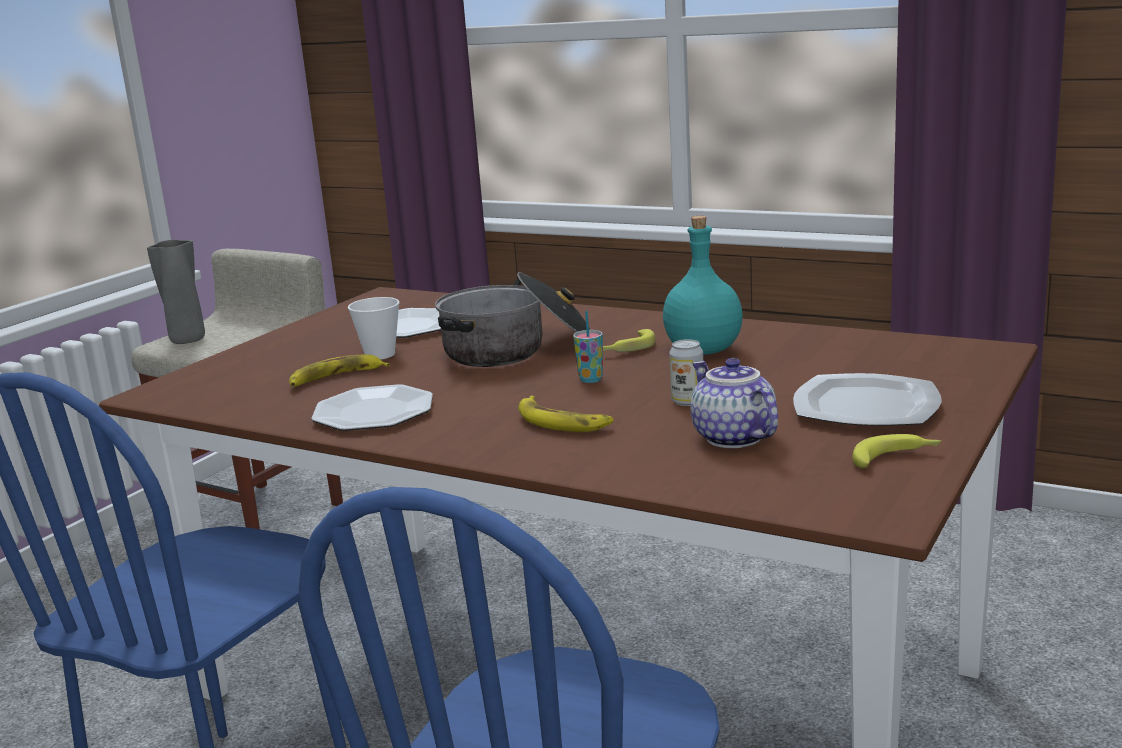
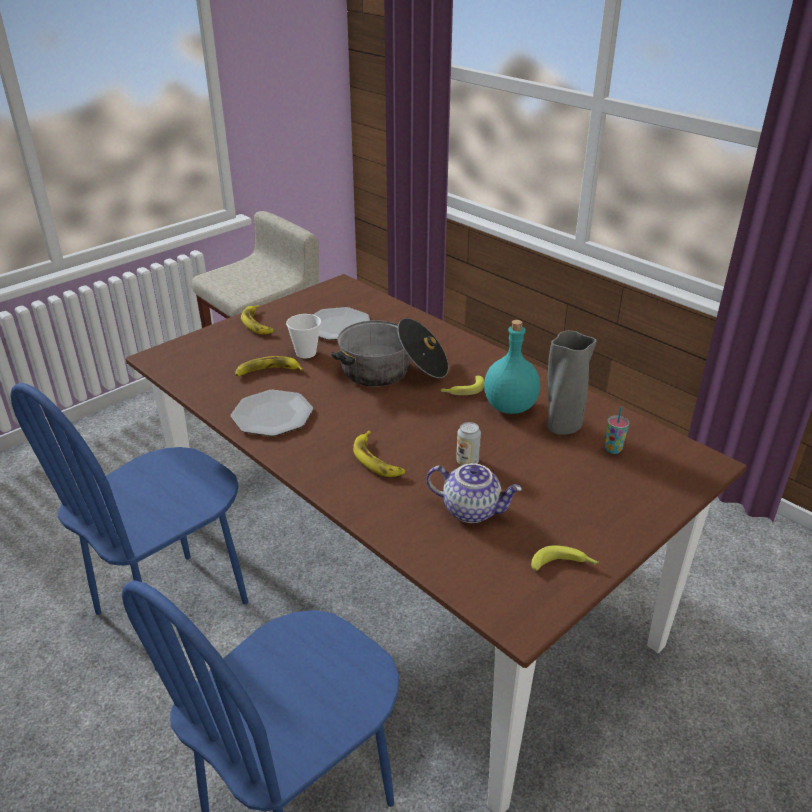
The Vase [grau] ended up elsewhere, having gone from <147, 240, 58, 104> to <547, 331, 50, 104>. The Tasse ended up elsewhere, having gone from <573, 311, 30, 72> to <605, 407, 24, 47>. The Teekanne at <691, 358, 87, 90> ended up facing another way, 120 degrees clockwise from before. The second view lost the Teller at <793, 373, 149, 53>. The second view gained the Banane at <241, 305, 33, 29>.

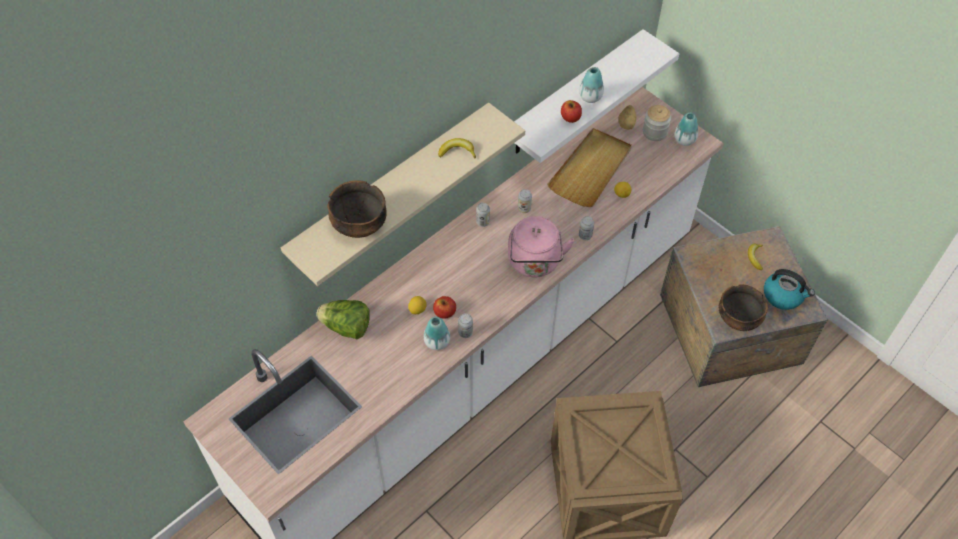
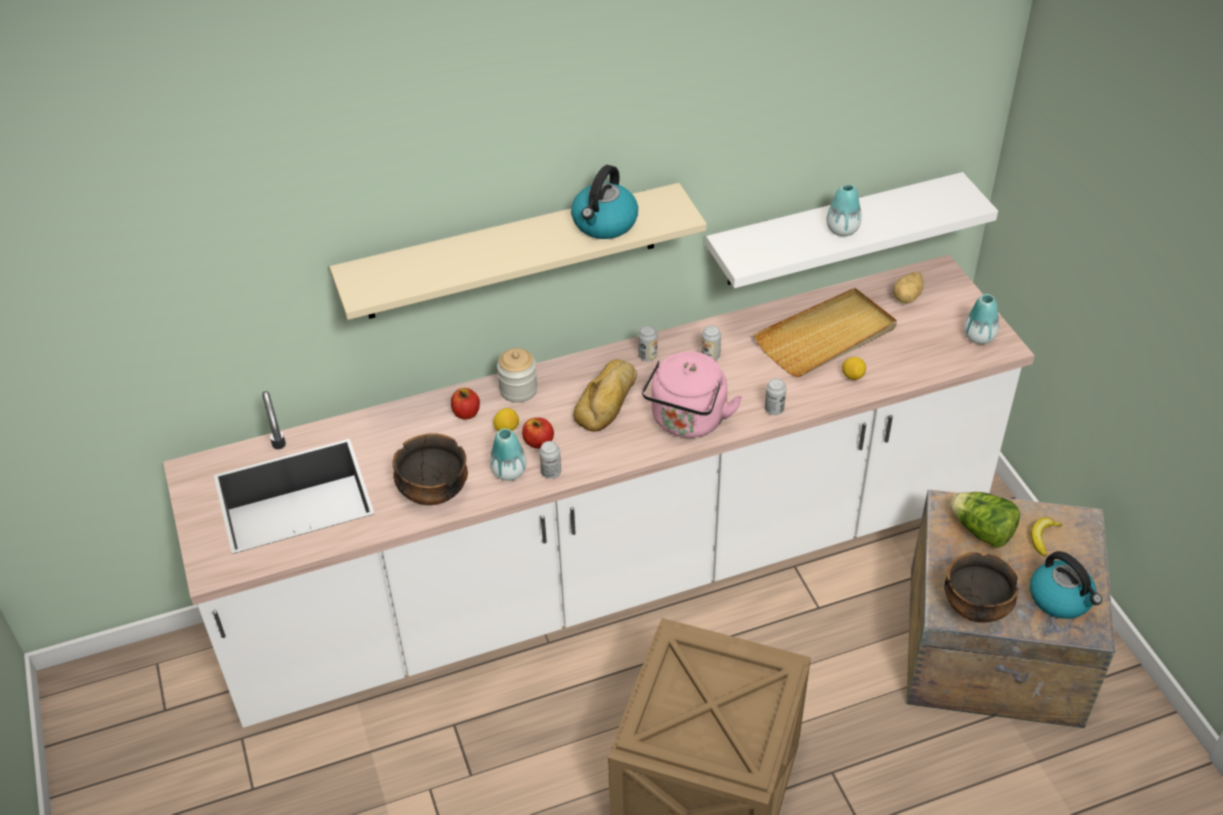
The Salatkopf ended up elsewhere, having gone from <316, 300, 54, 39> to <950, 492, 70, 56>. The Schüssel ended up elsewhere, having gone from <327, 180, 60, 58> to <393, 433, 75, 72>. Where the Banane stood at <438, 138, 38, 20>, the Wasserkessel came to stand at <571, 165, 67, 74>. The Apfel ended up elsewhere, having gone from <561, 100, 21, 23> to <451, 388, 29, 32>. The Vorratsglas ended up elsewhere, having gone from <643, 105, 28, 36> to <497, 348, 41, 55>. The second view gained the Brot at <573, 359, 64, 73>.

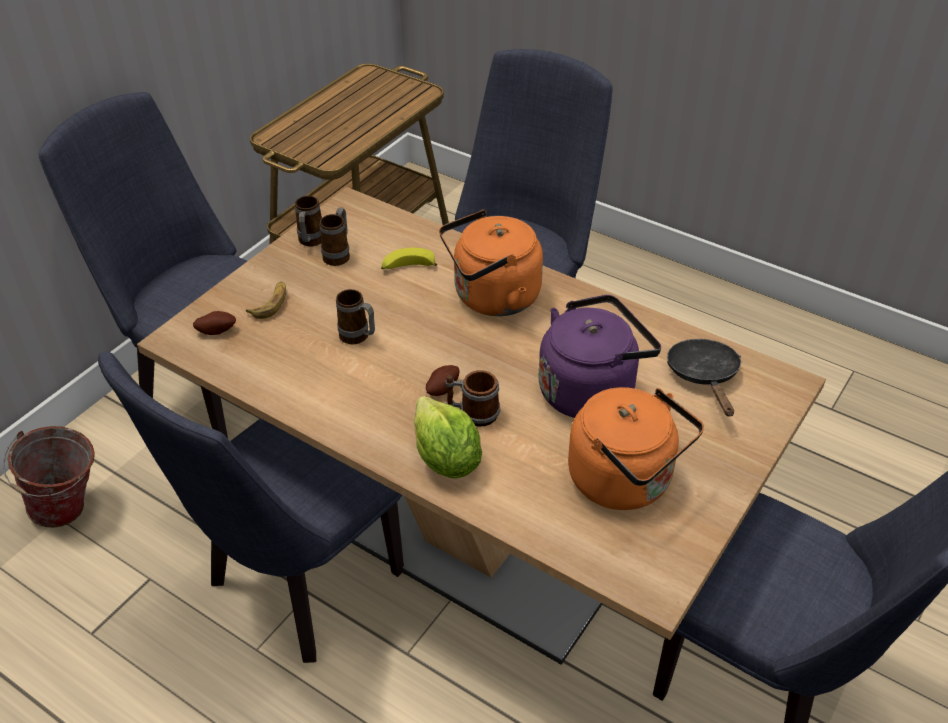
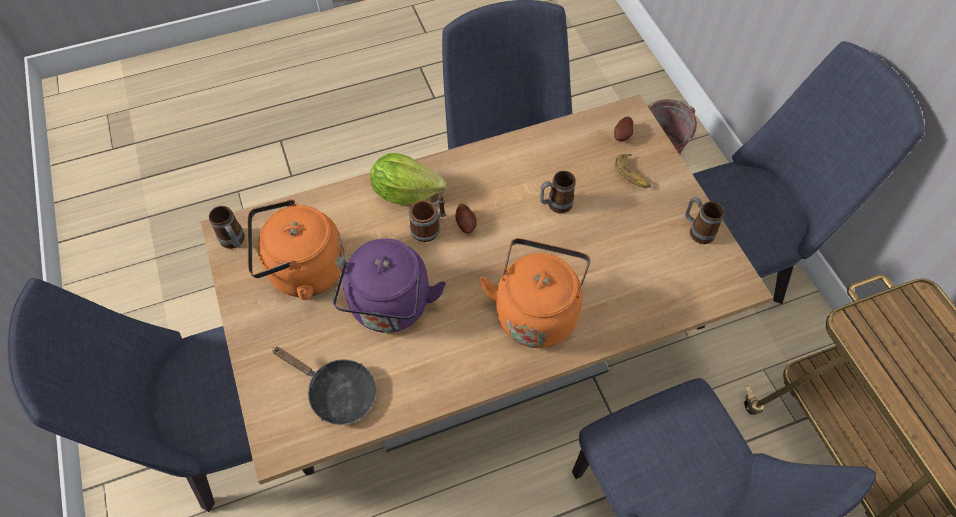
The Henkelbecher ended up elsewhere, having gone from <320, 207, 30, 59> to <209, 206, 36, 43>. The second view lost the Banane at <381, 248, 56, 21>.

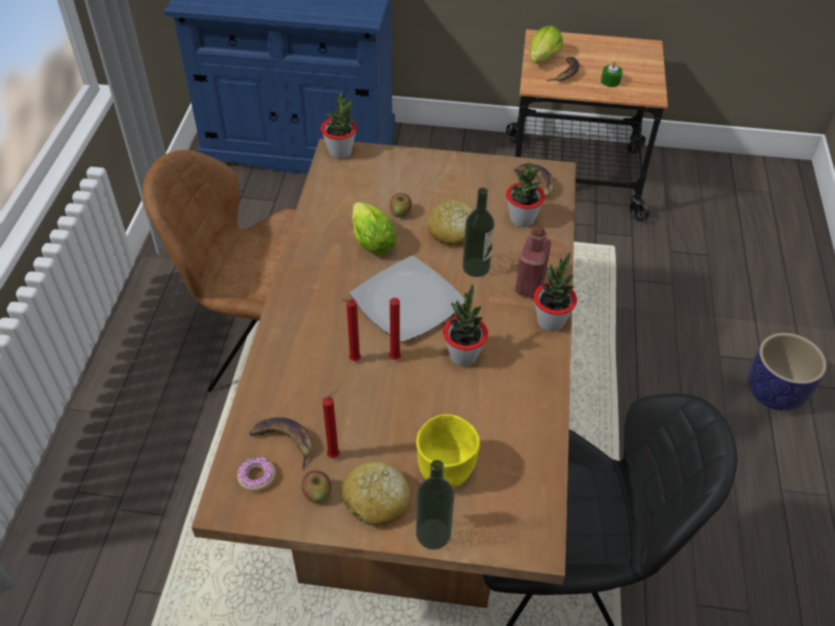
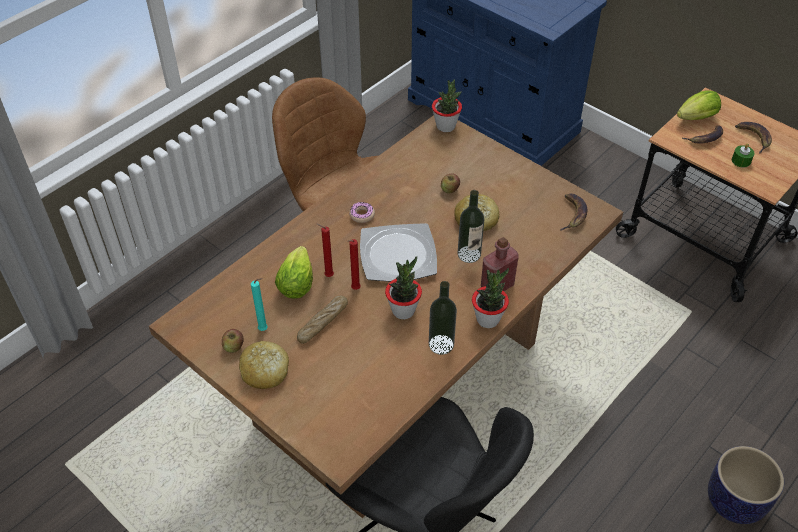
The Donut ended up elsewhere, having gone from <237, 457, 39, 35> to <349, 202, 26, 21>. The Banane ended up elsewhere, having gone from <250, 417, 63, 53> to <735, 122, 37, 32>. What was the Kerze [rot] at <322, 389, 18, 69> turned into the Kerze [türkis] at <251, 278, 17, 53>. The Salatkopf ended up elsewhere, having gone from <352, 202, 44, 53> to <275, 246, 38, 52>. The second view lost the Schüssel [gelb] at <416, 414, 64, 74>. The Flasche ended up elsewhere, having gone from <416, 460, 38, 90> to <429, 281, 28, 74>. The second view lost the Topfpflanze at <506, 163, 39, 64>. The second view gained the Brot at <297, 296, 51, 48>.

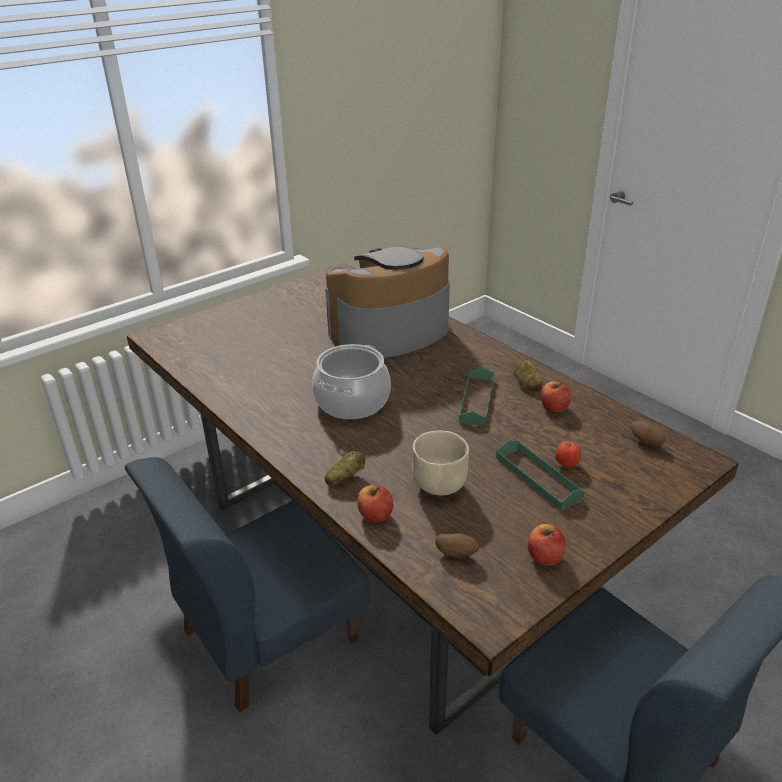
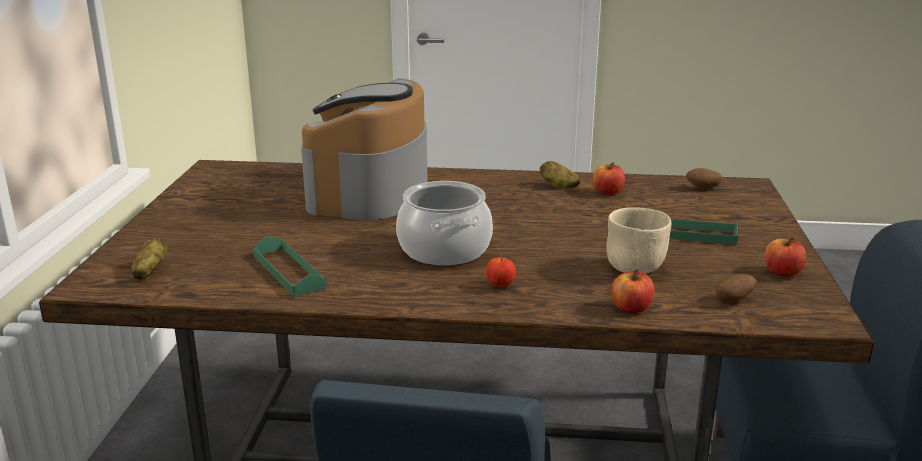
The Kartoffel ended up elsewhere, having gone from <325, 451, 40, 34> to <132, 238, 35, 42>. The Tablett [grün] ended up elsewhere, having gone from <459, 367, 35, 59> to <253, 236, 74, 61>. The Apfel ended up elsewhere, having gone from <555, 441, 26, 26> to <486, 257, 30, 31>.

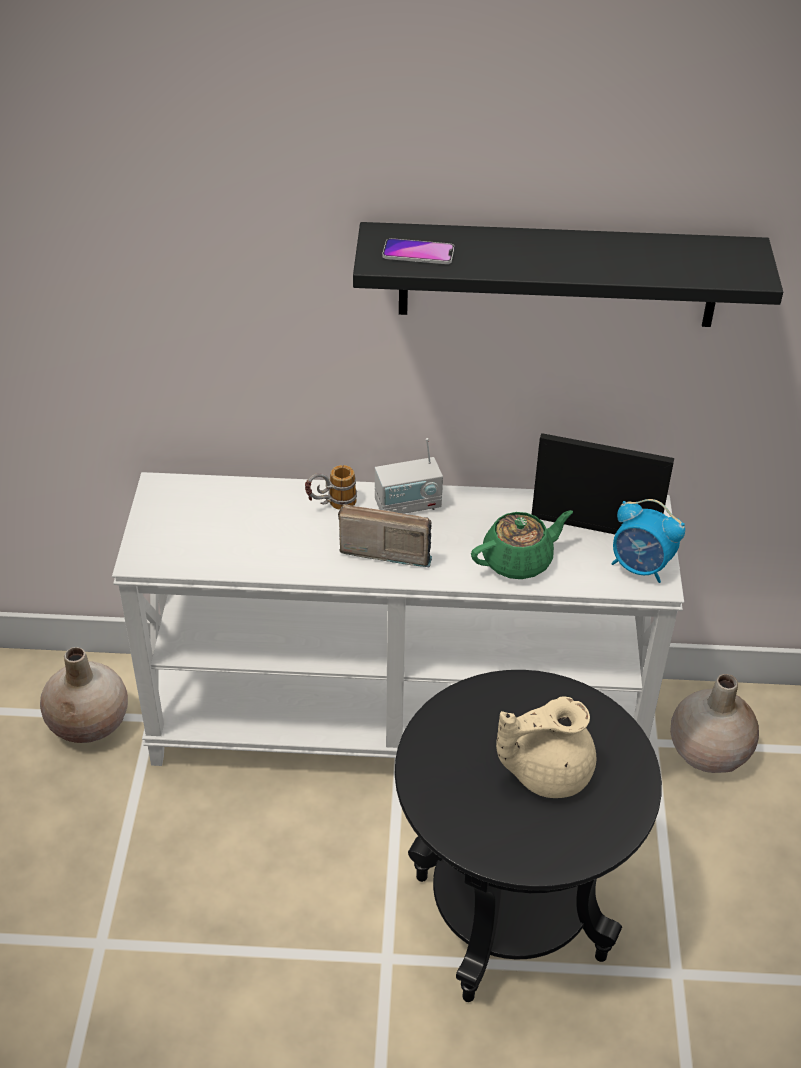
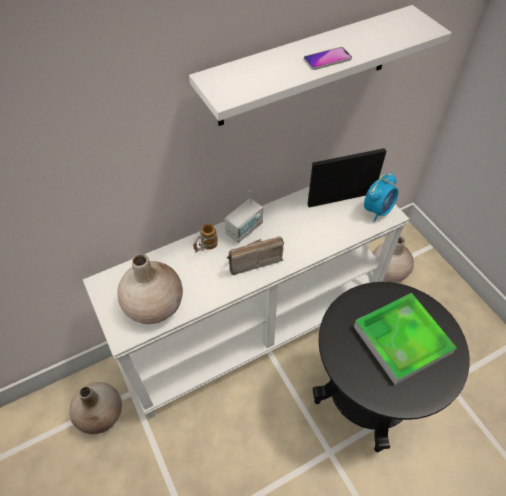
What was the Wandregal [schwarz] at <353, 222, 430, 105> turned into the Wandregal [weiß] at <189, 5, 262, 121>. The Handy ended up elsewhere, having gone from <382, 238, 72, 26> to <303, 47, 49, 23>. The second view lost the Teekanne [grün] at <471, 510, 102, 69>. Where the Teekanne [beige] stood at <496, 697, 100, 101>, the Tablett came to stand at <354, 293, 103, 92>. The Wecker at <611, 499, 74, 84> ended up facing another way, 45 degrees counterclockwise from before. The second view gained the Vase [beige] at <117, 254, 66, 70>.

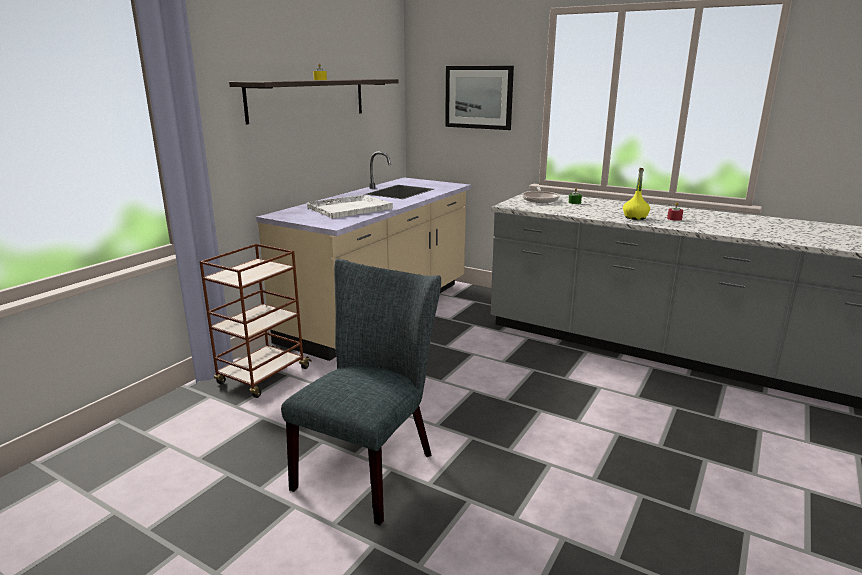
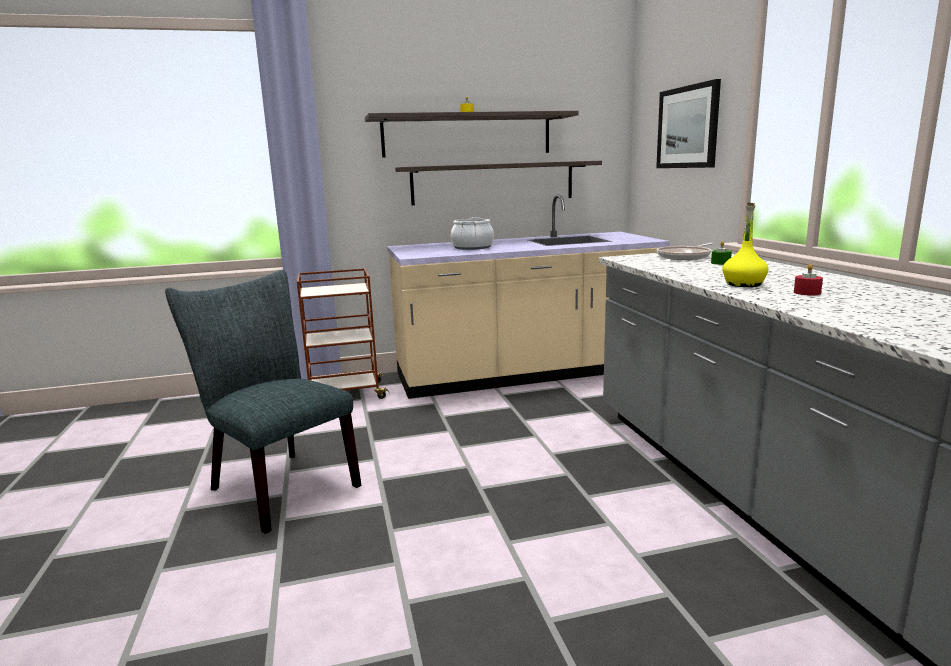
The Stuhl [grau] at <281, 259, 160, 266> ended up facing another way, 120 degrees counterclockwise from before. Where the Tablett [weiß] stood at <307, 195, 86, 23>, the Kochtopf came to stand at <451, 217, 43, 33>. The second view gained the Wandregal at <395, 161, 207, 44>.

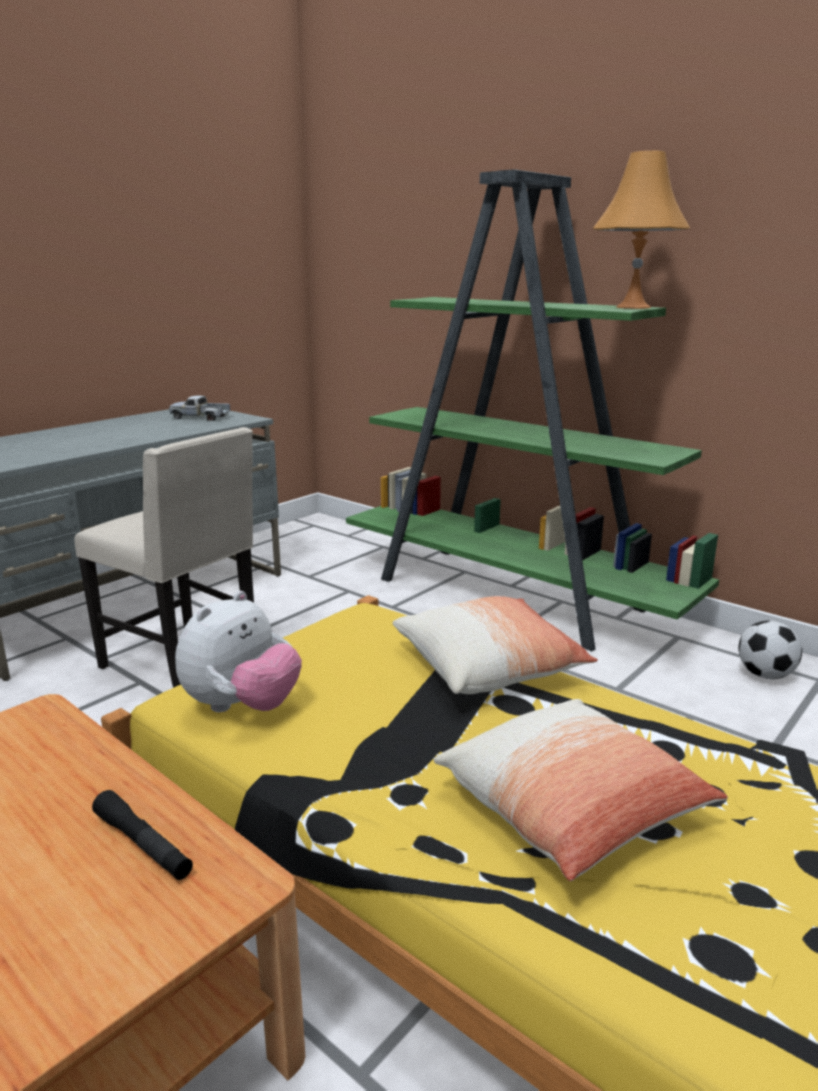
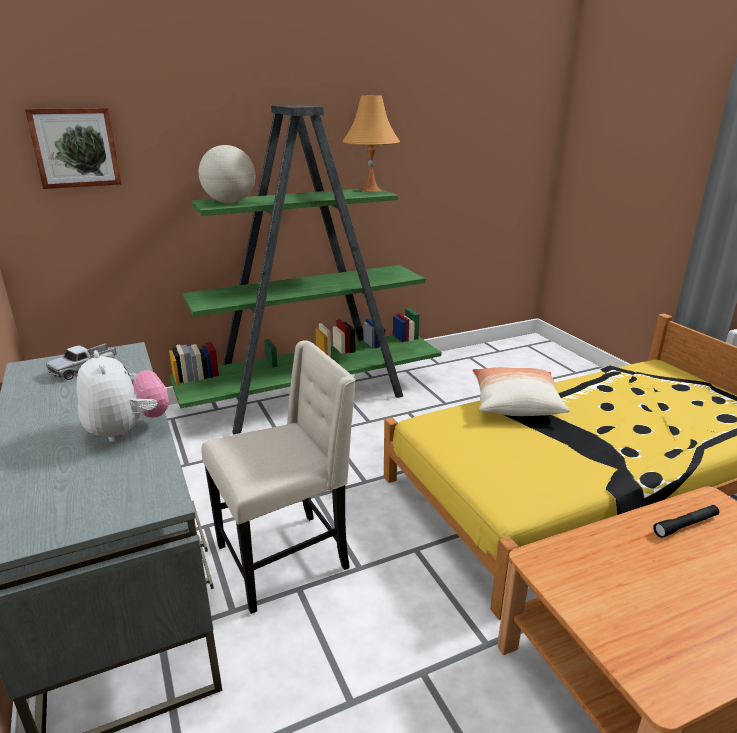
The Plüschtier ended up elsewhere, having gone from <175, 591, 127, 121> to <77, 350, 92, 92>. The second view lost the Kissen at <434, 699, 294, 182>. The second view lost the Fußball at <738, 621, 64, 58>. The second view gained the Bild at <25, 108, 96, 81>. The second view gained the Globus at <199, 145, 56, 58>.

